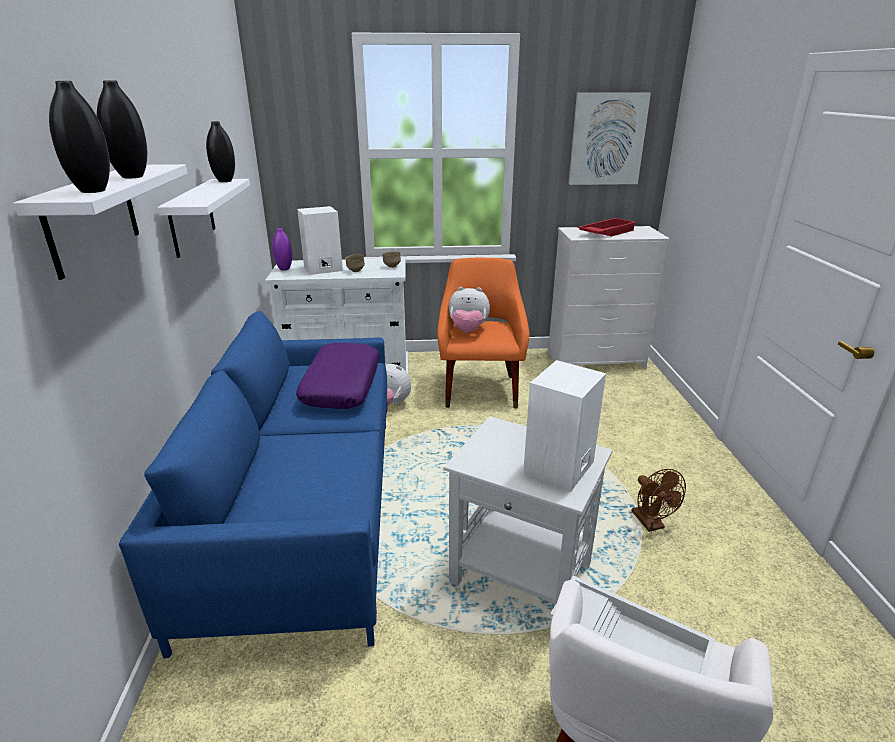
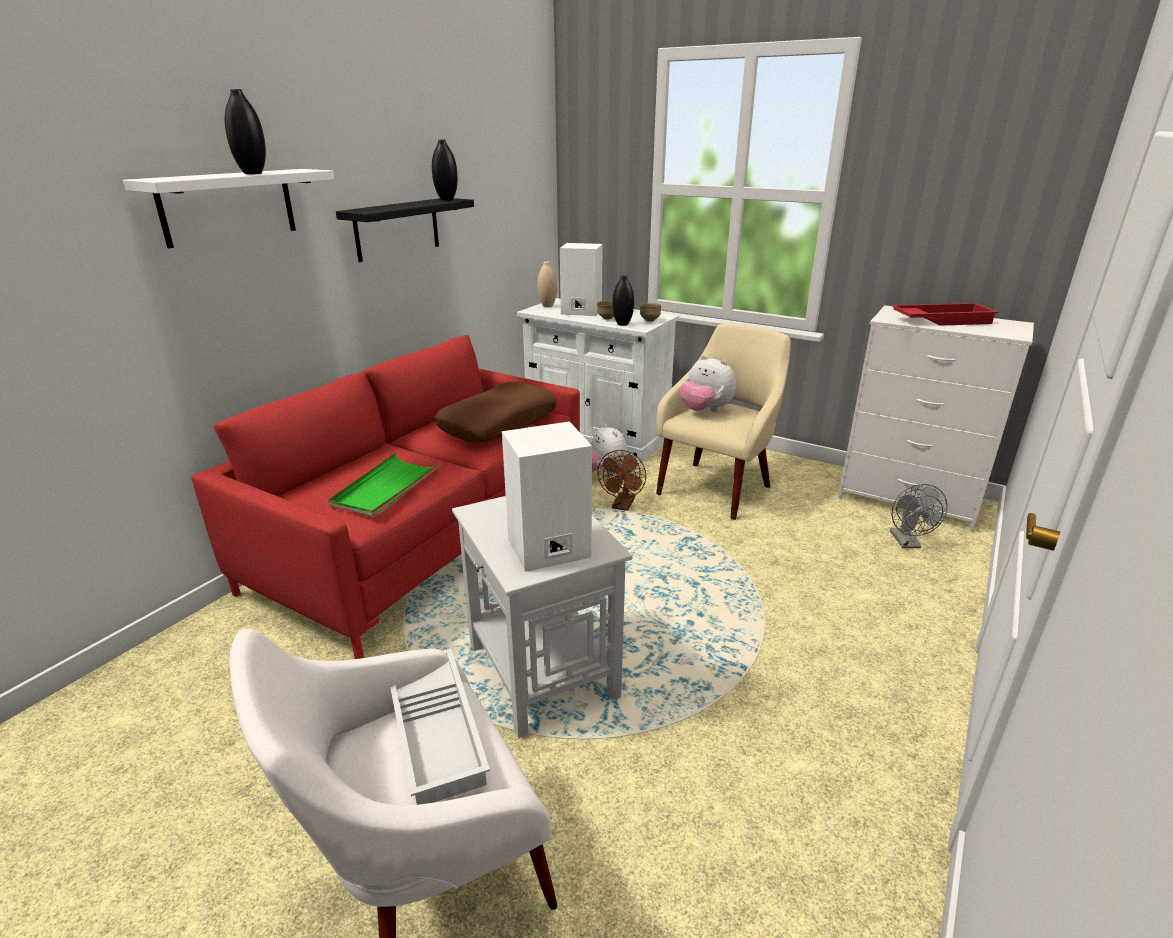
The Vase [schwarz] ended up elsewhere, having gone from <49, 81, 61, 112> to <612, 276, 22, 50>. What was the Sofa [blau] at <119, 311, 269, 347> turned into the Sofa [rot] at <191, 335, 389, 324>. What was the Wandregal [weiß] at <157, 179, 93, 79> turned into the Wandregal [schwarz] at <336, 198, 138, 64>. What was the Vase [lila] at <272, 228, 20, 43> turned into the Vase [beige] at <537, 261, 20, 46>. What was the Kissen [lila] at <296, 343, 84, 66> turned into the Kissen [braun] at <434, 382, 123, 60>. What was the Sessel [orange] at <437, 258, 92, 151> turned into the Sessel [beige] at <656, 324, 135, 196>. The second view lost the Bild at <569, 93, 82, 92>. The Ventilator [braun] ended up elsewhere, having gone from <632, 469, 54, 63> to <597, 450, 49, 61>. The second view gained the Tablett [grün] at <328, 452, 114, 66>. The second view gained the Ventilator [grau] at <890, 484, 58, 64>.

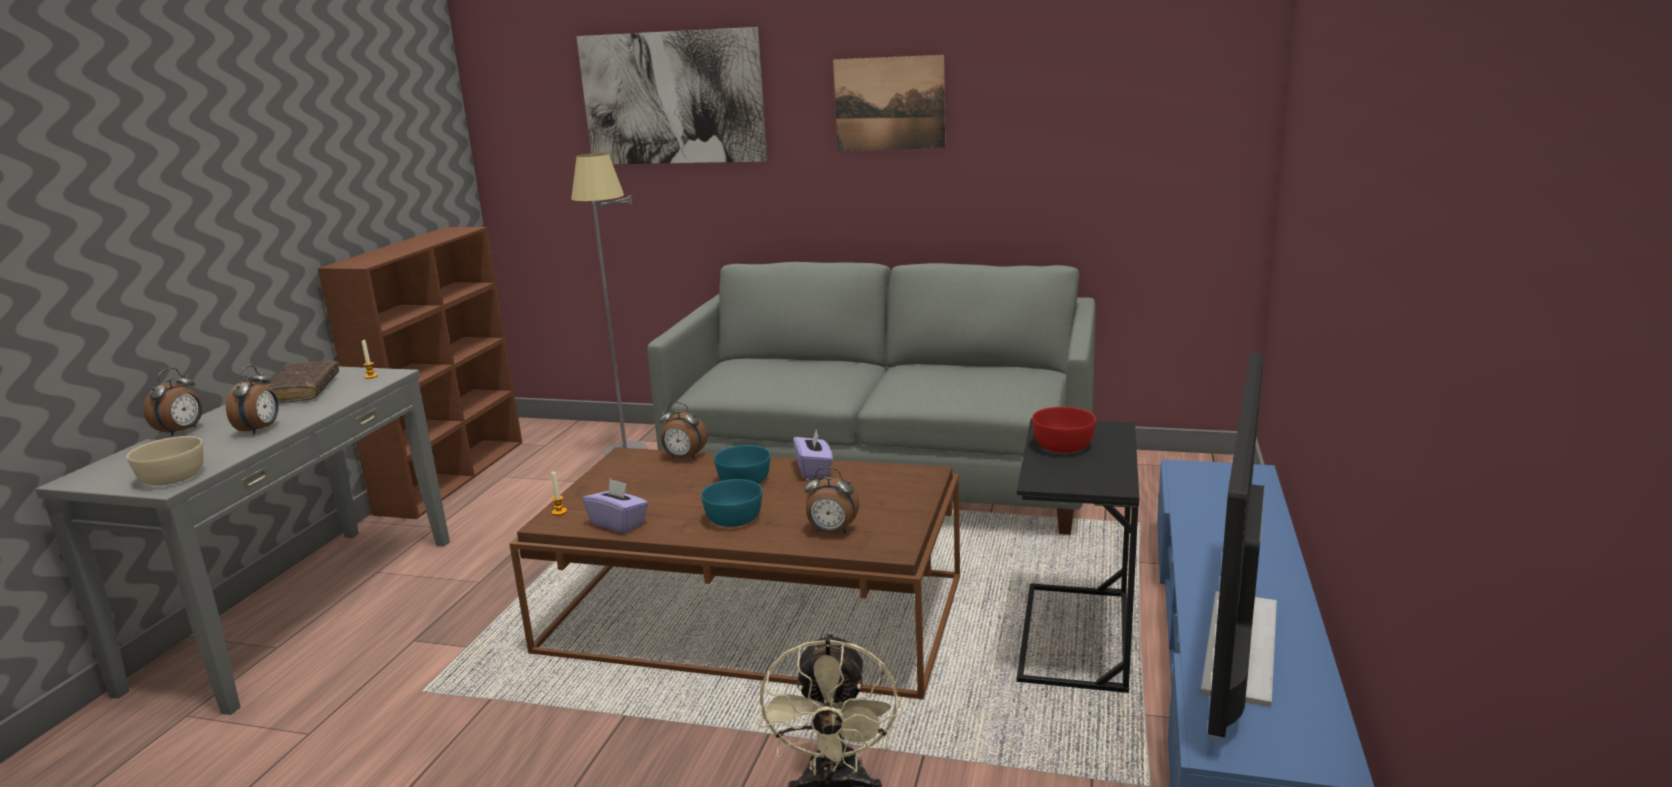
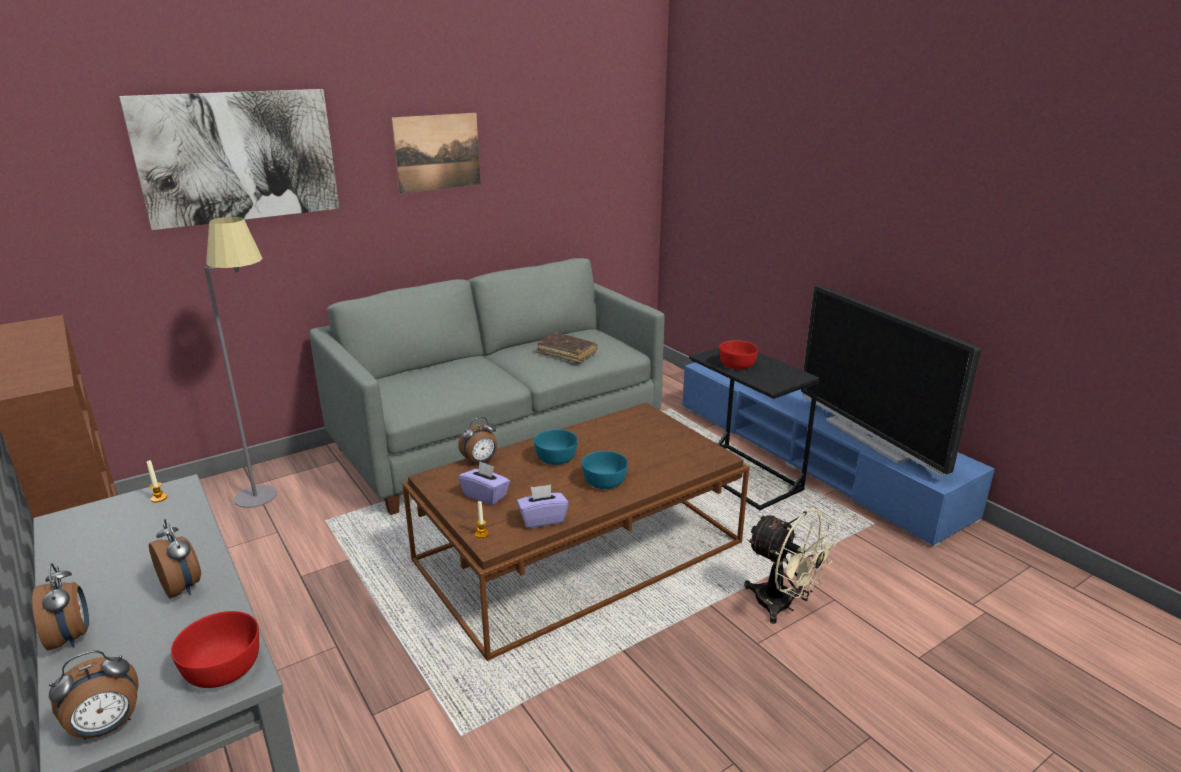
What was the Schüssel [beige] at <127, 436, 77, 50> turned into the Schüssel [rot] at <171, 611, 88, 77>. The Buch [braun] ended up elsewhere, having gone from <263, 360, 76, 43> to <537, 333, 61, 30>. The Taschentuchbox [lila] ended up elsewhere, having gone from <793, 428, 40, 51> to <458, 461, 52, 44>. The Wecker ended up elsewhere, having gone from <804, 467, 55, 67> to <49, 650, 90, 90>.

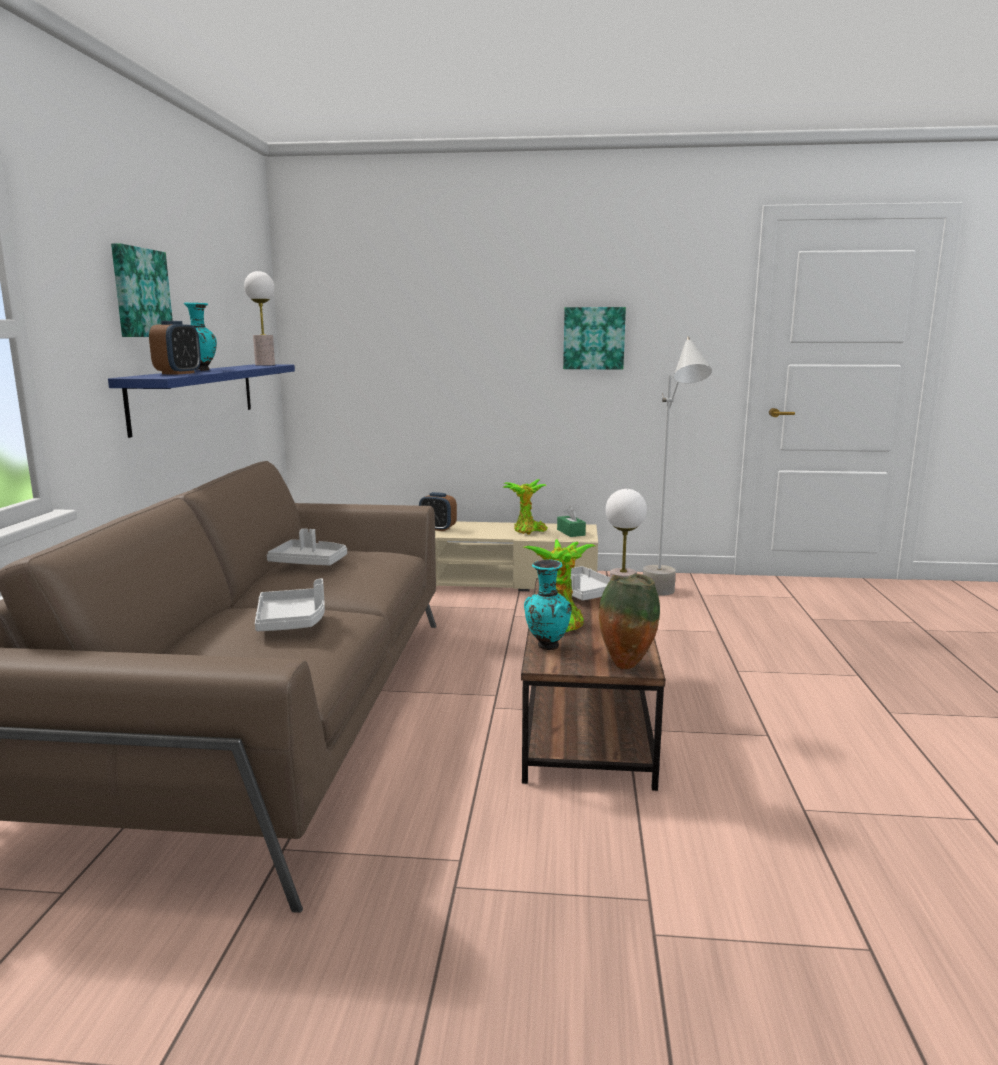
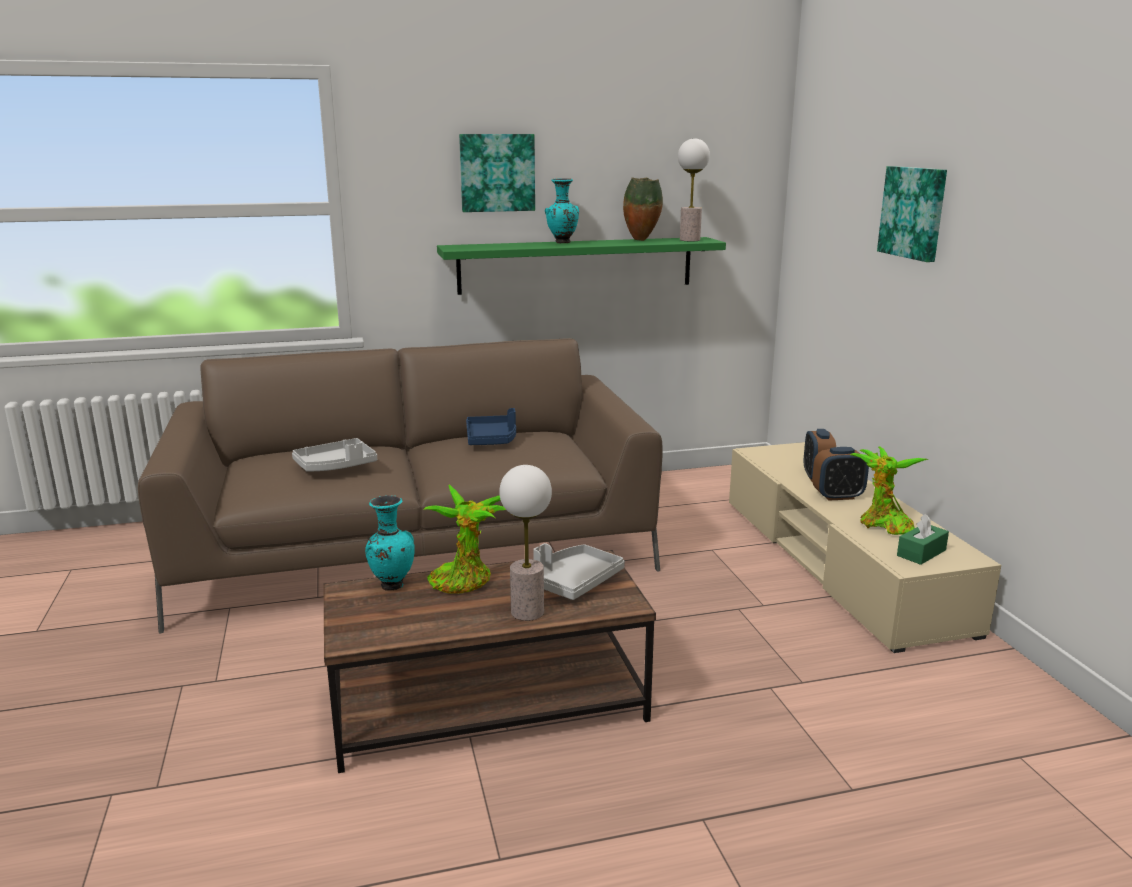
What was the Wandregal [blau] at <108, 364, 187, 74> turned into the Wandregal [grün] at <437, 237, 289, 58>. The Wecker ended up elsewhere, having gone from <149, 321, 52, 54> to <812, 447, 57, 54>. What was the Tablett [grau] at <267, 528, 80, 37> turned into the Tablett [blau] at <466, 408, 50, 37>. The Bild ended up elsewhere, having gone from <563, 307, 63, 63> to <877, 166, 70, 96>. The Vase ended up elsewhere, having gone from <599, 573, 61, 96> to <623, 177, 40, 64>. The second view lost the Stehlampe [grau] at <643, 336, 69, 259>.

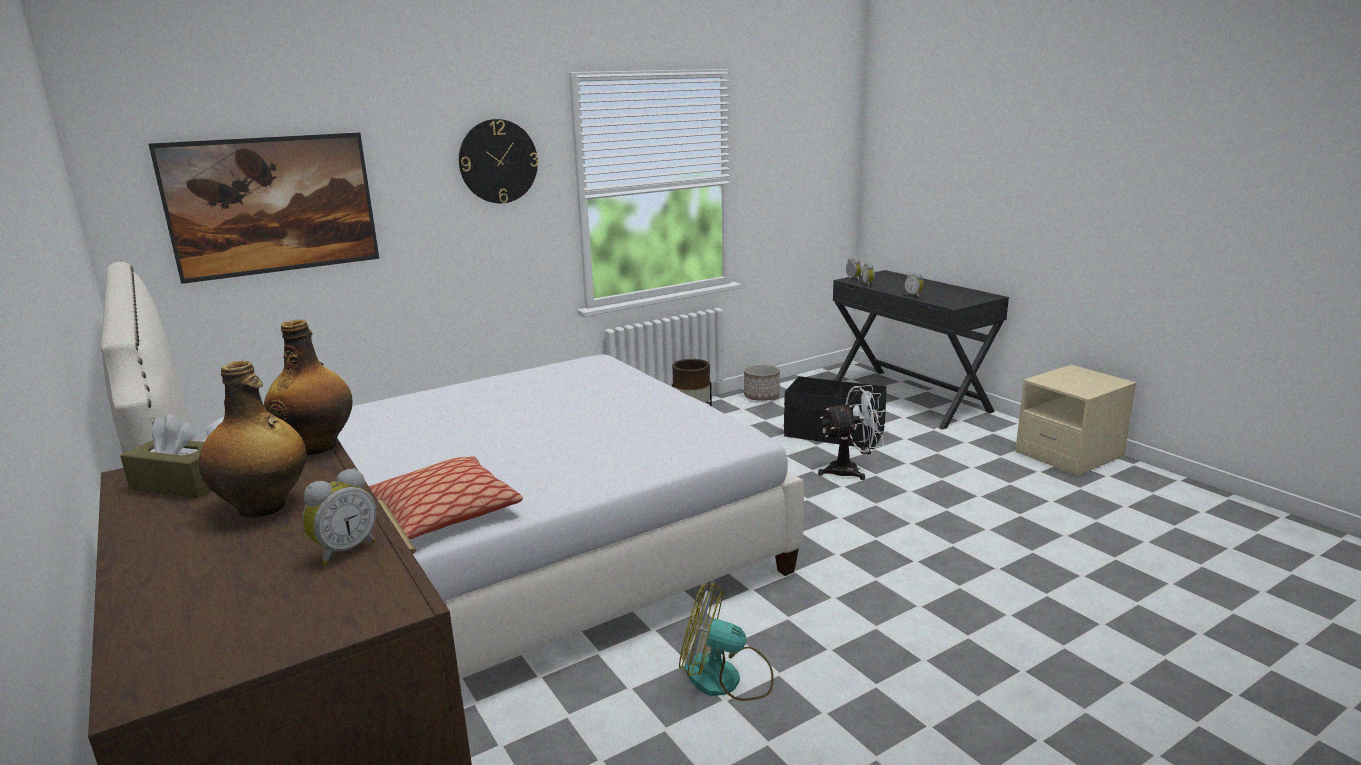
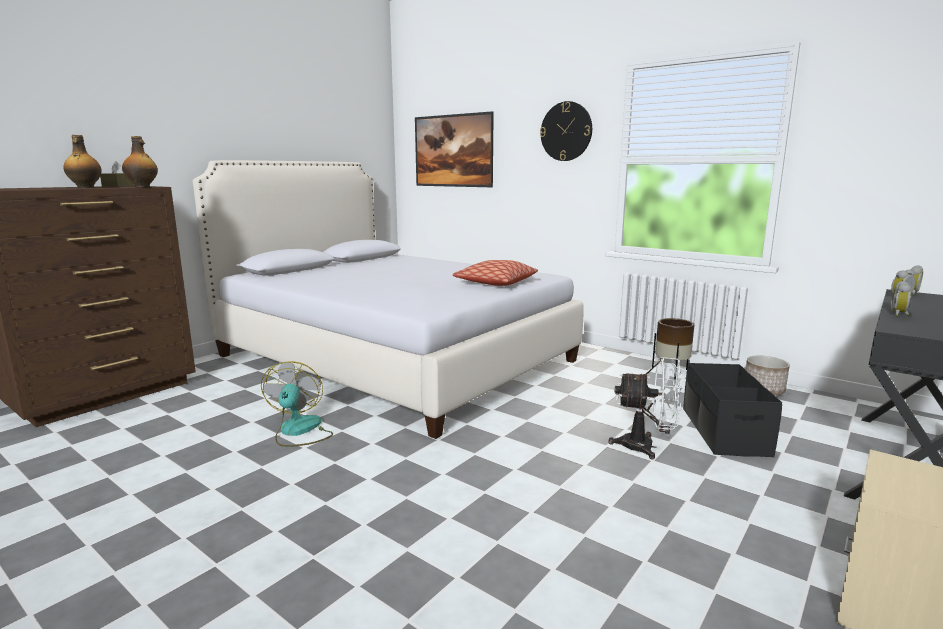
The second view lost the Wecker at <302, 468, 75, 97>. The Kissen ended up elsewhere, having gone from <369, 456, 154, 83> to <452, 260, 86, 26>. The Ventilator [weiß] at <818, 385, 70, 95> ended up facing another way, 45 degrees counterclockwise from before.

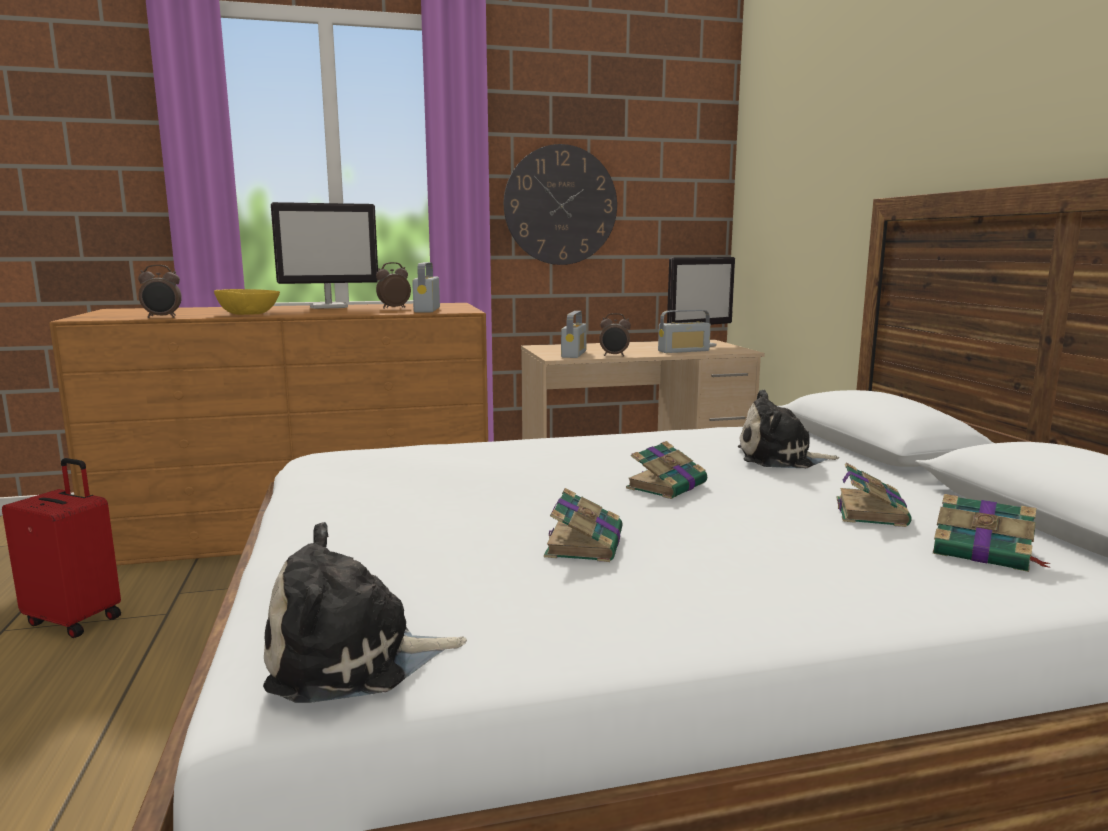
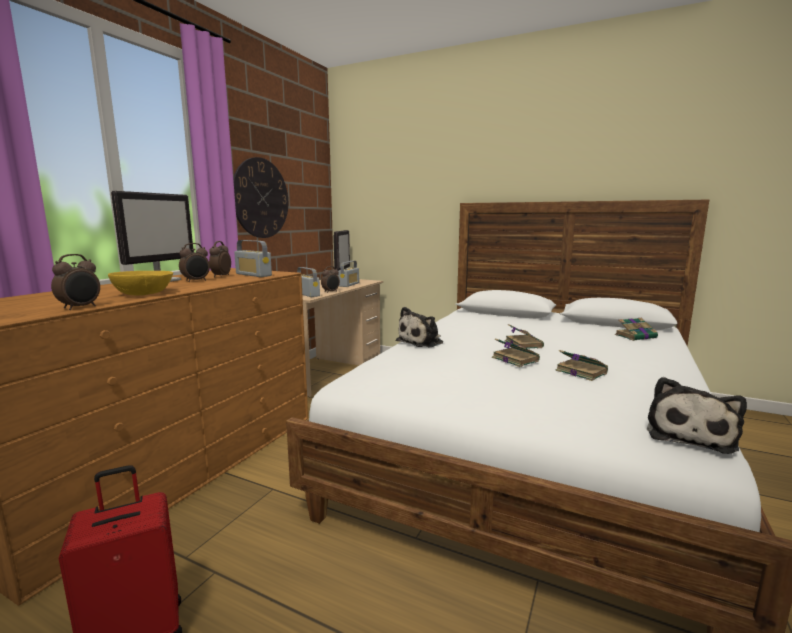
The Plüschtier ended up elsewhere, having gone from <738, 390, 101, 78> to <396, 307, 47, 41>. The Buch ended up elsewhere, having gone from <837, 463, 75, 64> to <492, 338, 48, 29>. The second view gained the Wecker at <179, 243, 31, 39>.

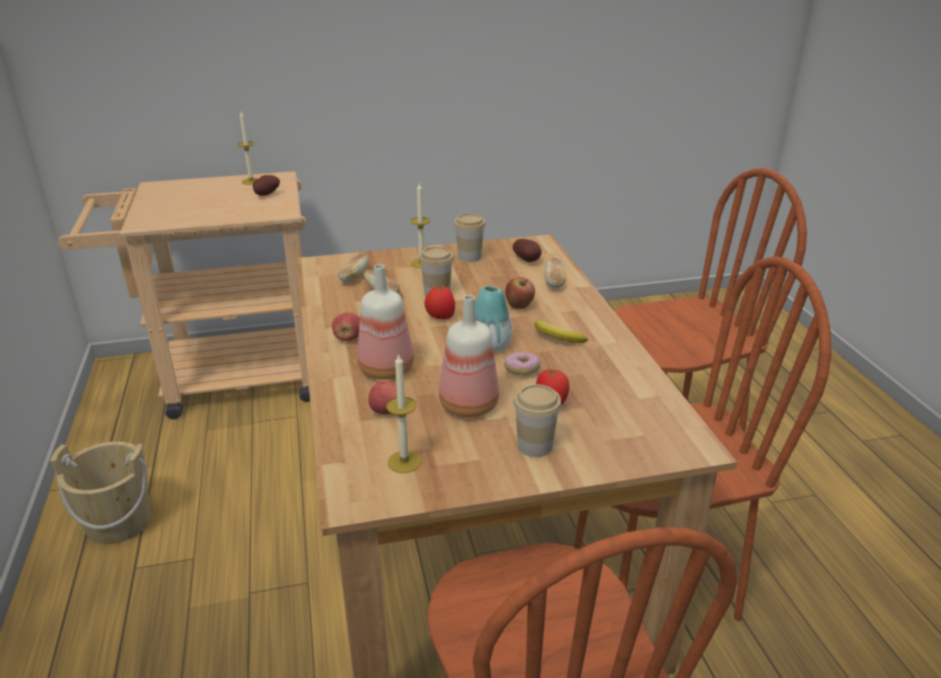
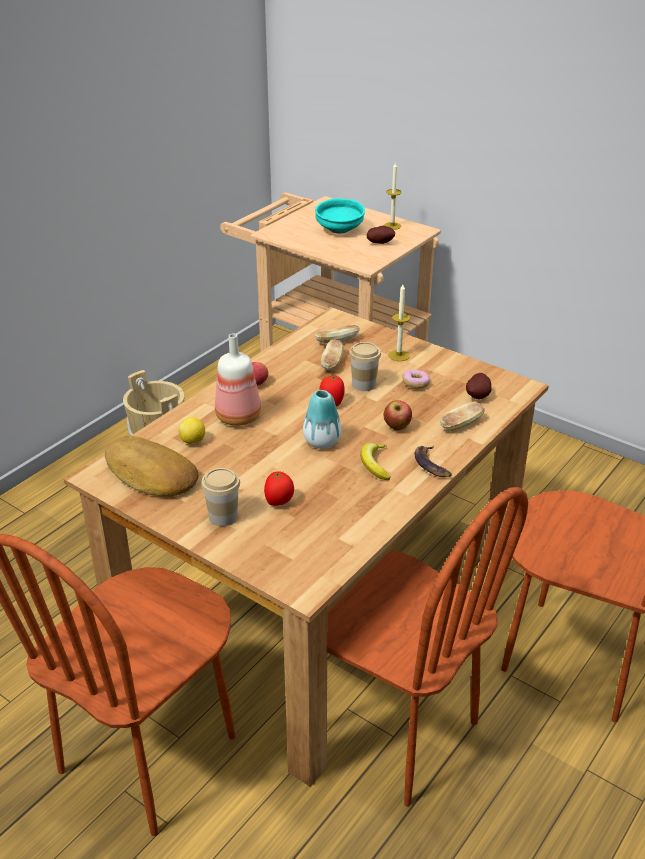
Where the Apfel stood at <368, 381, 29, 33>, the Zitrone came to stand at <178, 417, 27, 27>. Where the Kerze stood at <386, 353, 35, 120>, the Brot came to stand at <105, 436, 94, 60>. The second view lost the Flasche at <439, 295, 60, 122>. The second view lost the Tasse at <454, 214, 32, 48>. The Donut ended up elsewhere, having gone from <504, 352, 36, 23> to <402, 370, 28, 19>. The second view gained the Schüssel [türkis] at <315, 198, 50, 36>. The second view gained the Banane at <415, 446, 37, 31>.

